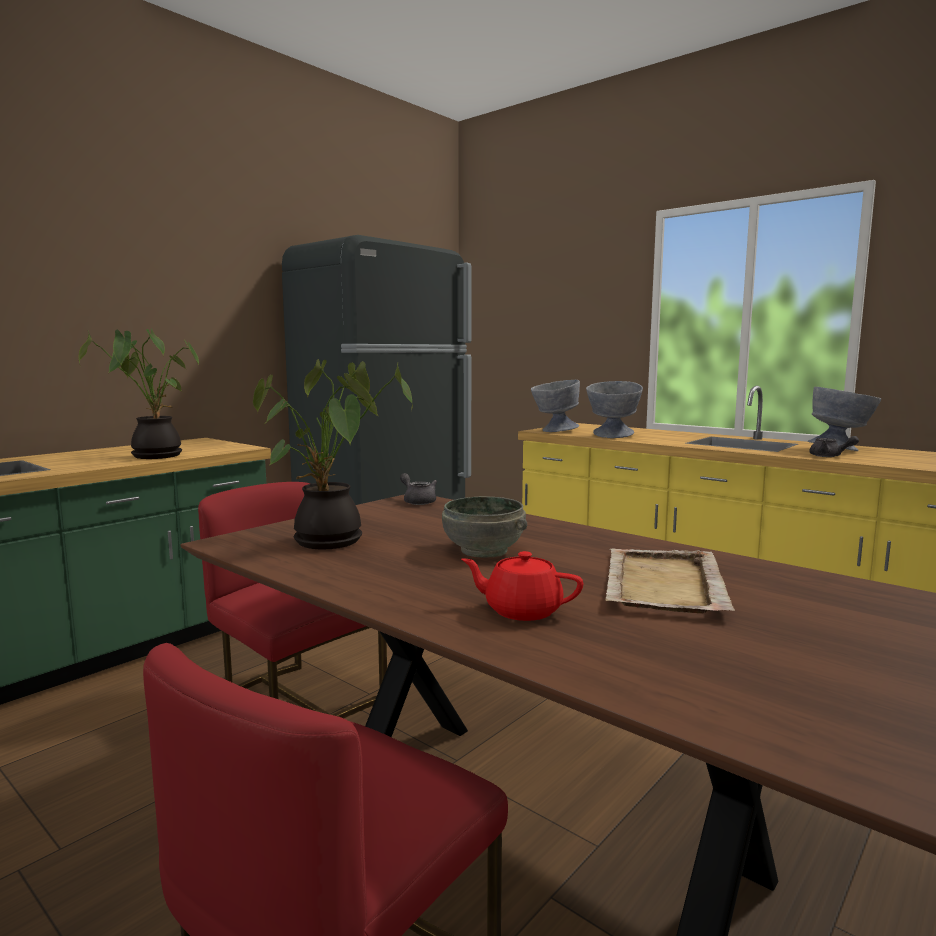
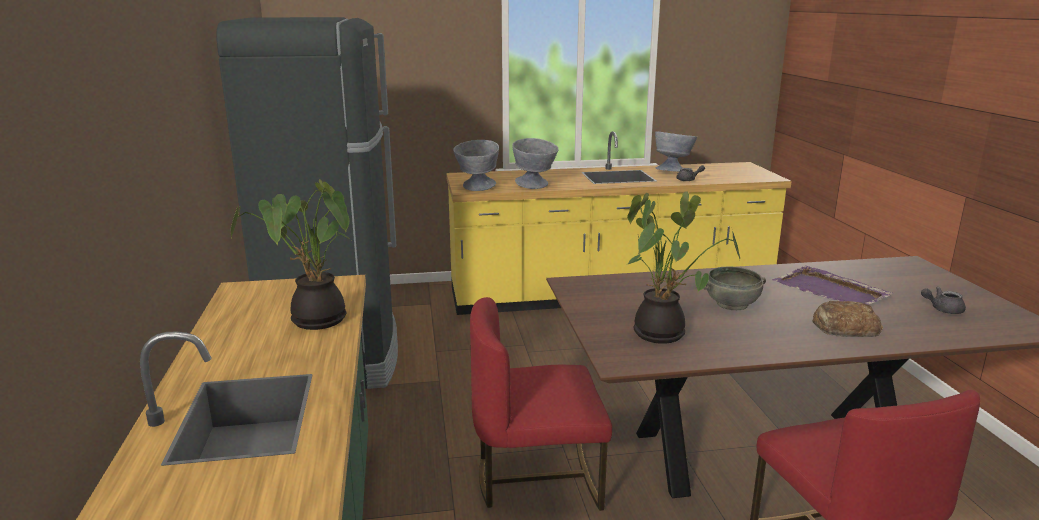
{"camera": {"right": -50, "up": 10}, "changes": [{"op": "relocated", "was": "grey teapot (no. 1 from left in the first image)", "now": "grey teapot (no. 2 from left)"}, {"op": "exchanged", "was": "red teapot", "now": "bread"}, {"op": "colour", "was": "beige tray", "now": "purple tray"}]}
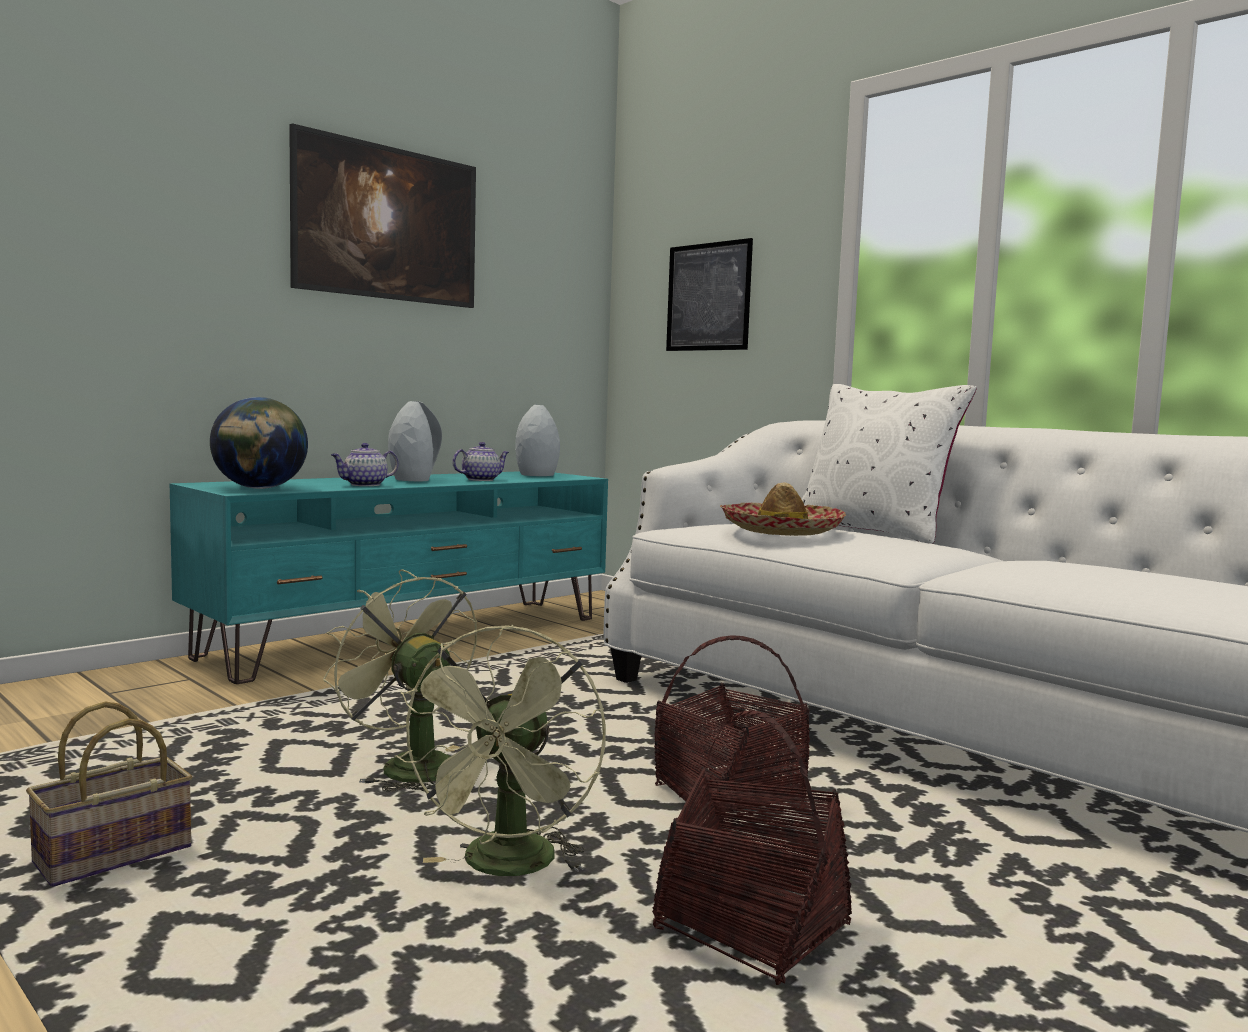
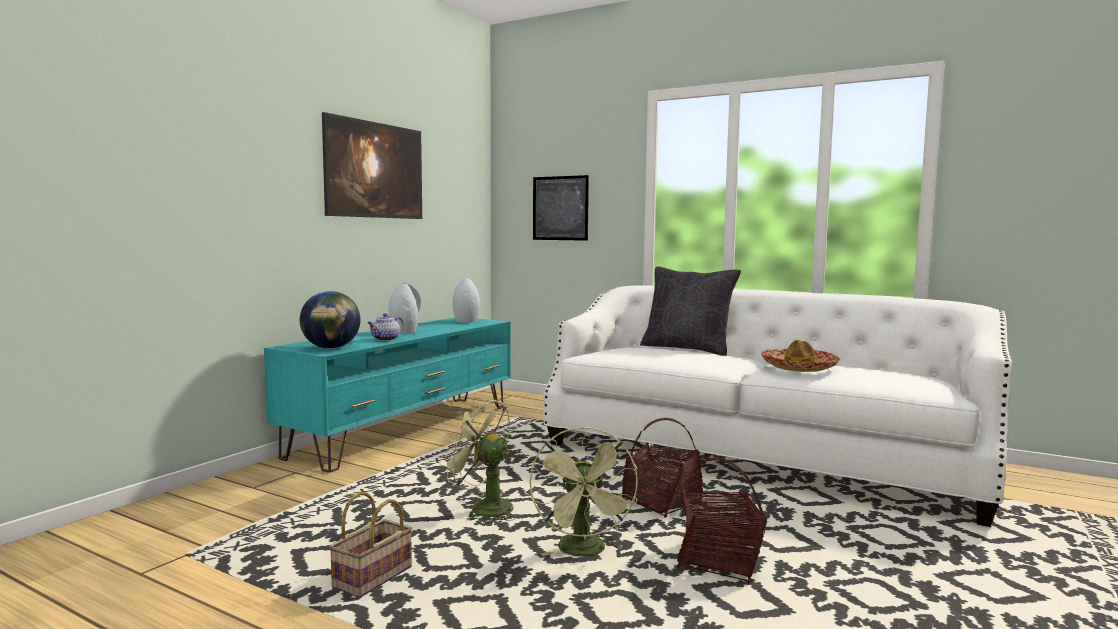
{"camera": {"right": -15, "up": 0}, "changes": [{"op": "missing", "was": "teapot (no. 2 from left)"}, {"op": "relocated", "was": "hat"}, {"op": "colour", "was": "white pillow", "now": "black pillow"}]}
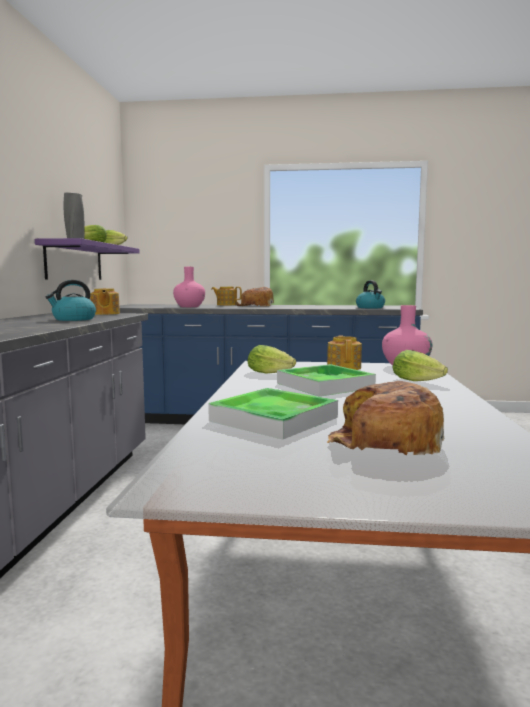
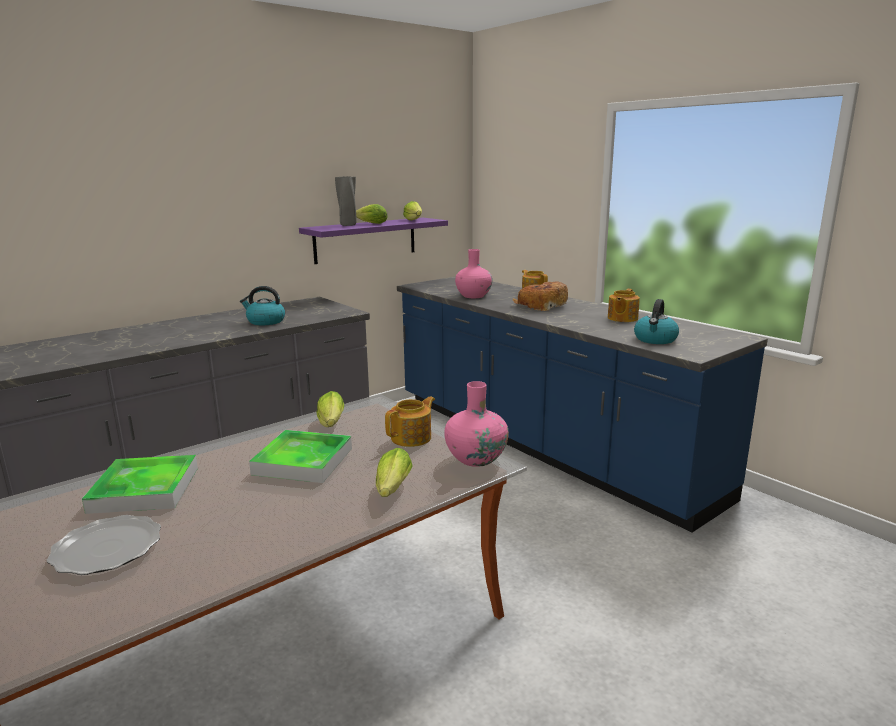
{"camera": {"right": 45, "up": 10}, "changes": [{"op": "relocated", "was": "teapot (no. 1 from left in the first image)", "now": "teapot (no. 3 from left)"}, {"op": "exchanged", "was": "bread (no. 2 from left)", "now": "plate"}]}
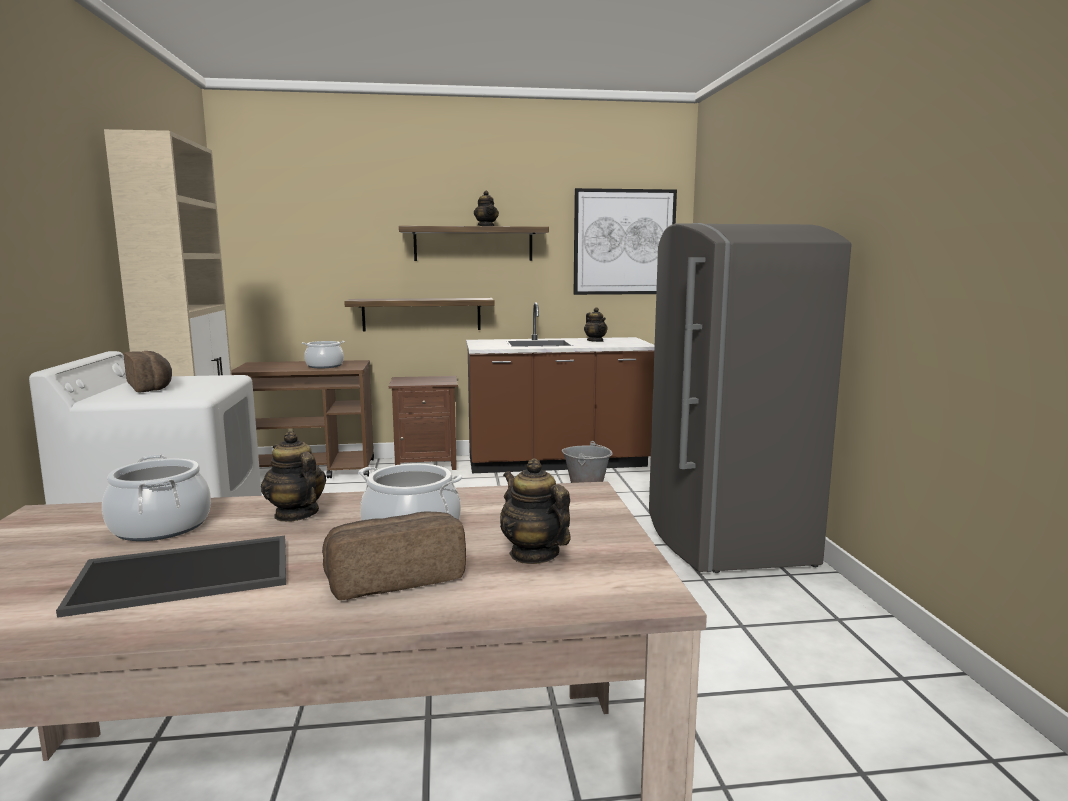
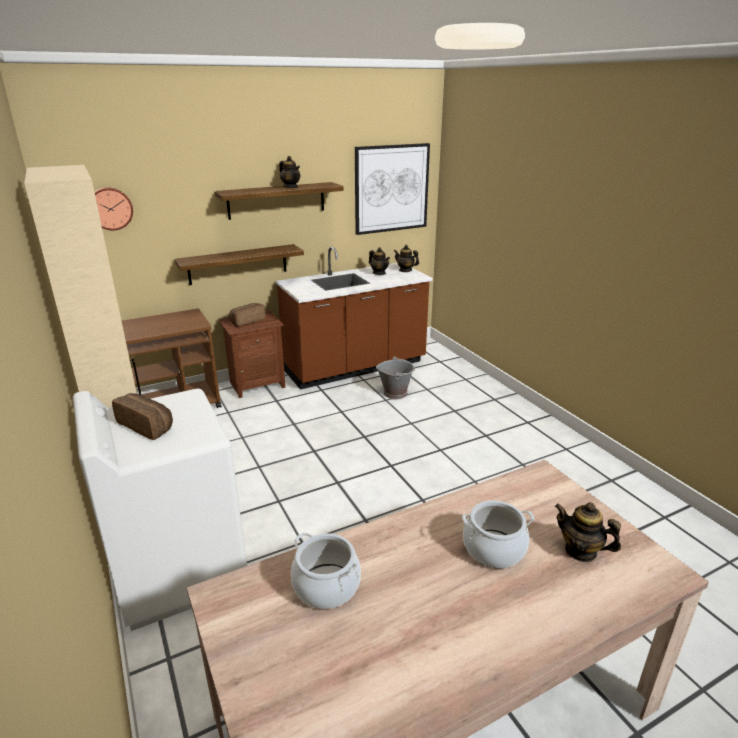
{"camera": {"right": -20, "up": 15}, "changes": [{"op": "missing", "was": "tray"}, {"op": "relocated", "was": "teapot (no. 1 from left in the first image)", "now": "teapot (no. 3 from left)"}, {"op": "missing", "was": "cooking pot (no. 2 from left)"}, {"op": "relocated", "was": "bread (no. 2 from left)"}, {"op": "missing", "was": "grey fridge"}, {"op": "appeared", "now": "wall clock"}]}
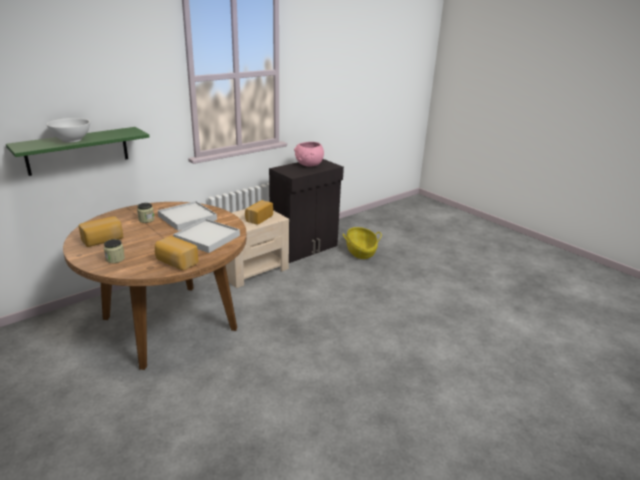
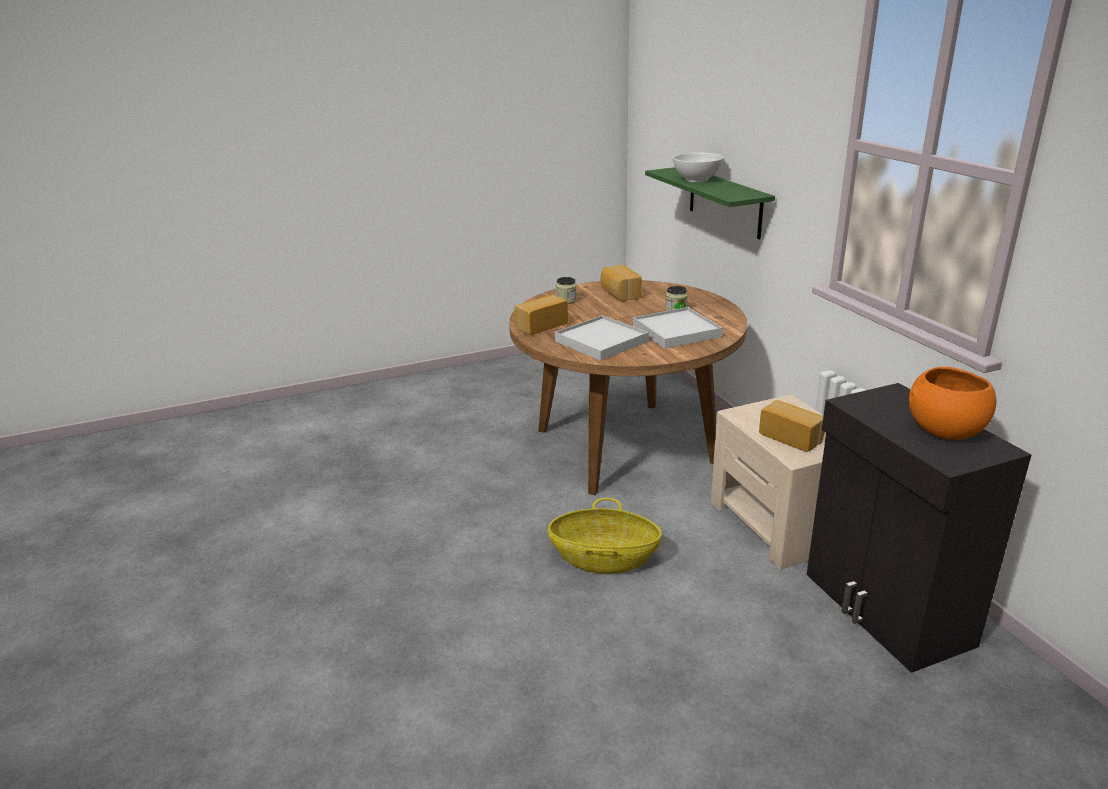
{"camera": {"right": 110, "up": 0}, "changes": [{"op": "colour", "was": "pink bowl", "now": "orange bowl"}, {"op": "relocated", "was": "basket"}]}
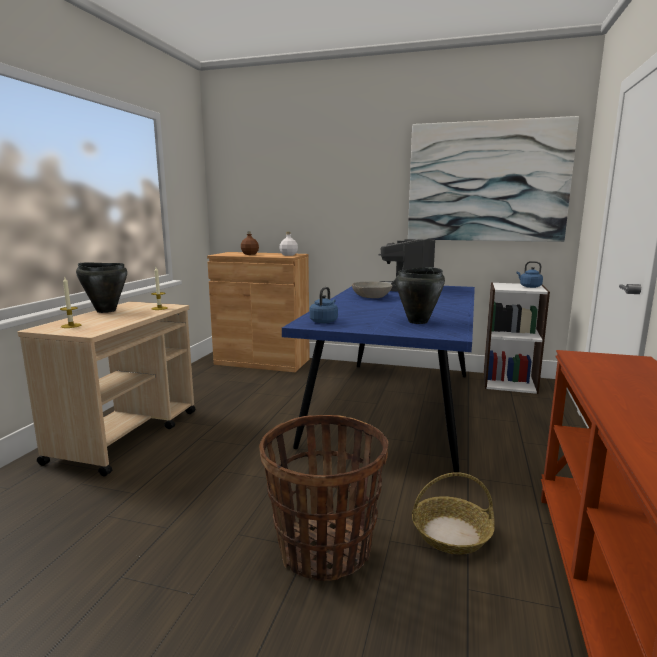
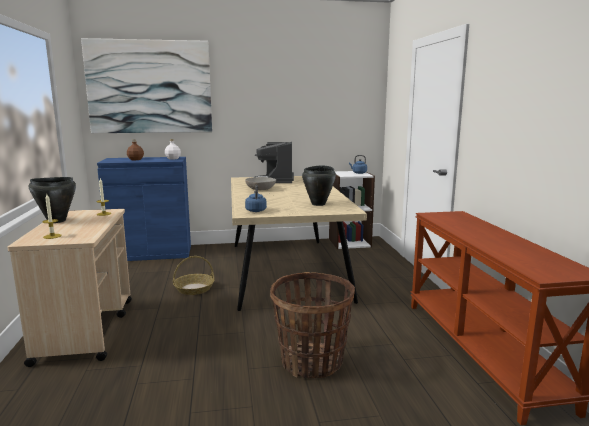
{"camera": {"right": -25, "up": 0}, "changes": [{"op": "colour", "was": "brown cabinet", "now": "blue cabinet"}, {"op": "colour", "was": "blue dining table", "now": "beige dining table"}, {"op": "relocated", "was": "picture"}, {"op": "relocated", "was": "basket (no. 2 from left in the first image)", "now": "basket (no. 1 from left)"}]}
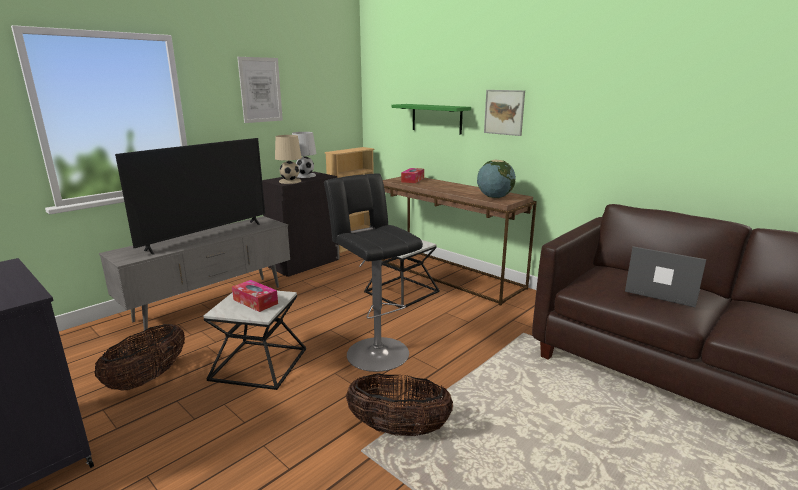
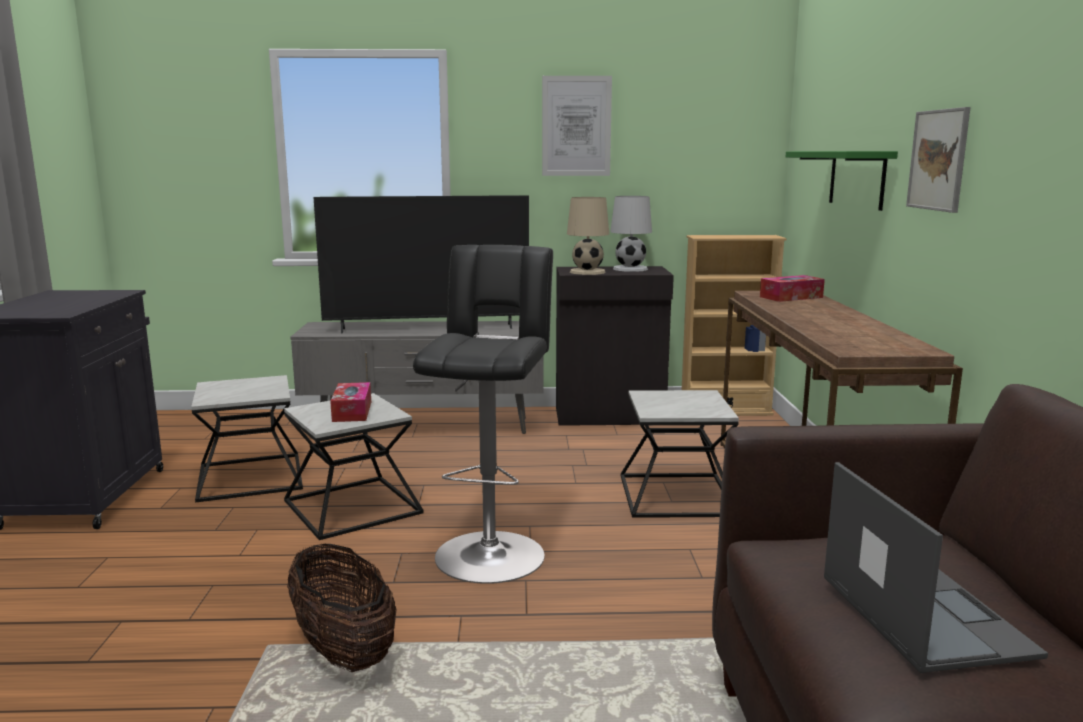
{"camera": {"right": 45, "up": -5}, "changes": [{"op": "exchanged", "was": "basket (no. 1 from left)", "now": "side table (no. 1 from left)"}, {"op": "missing", "was": "globe"}]}
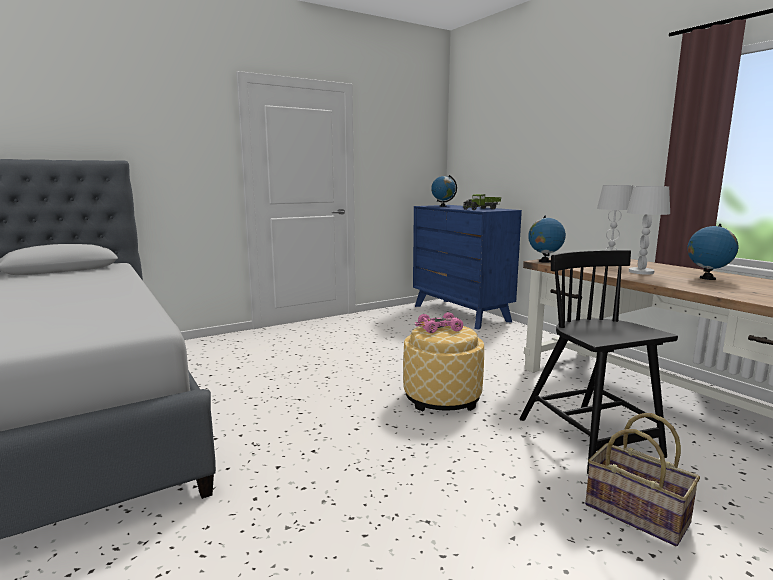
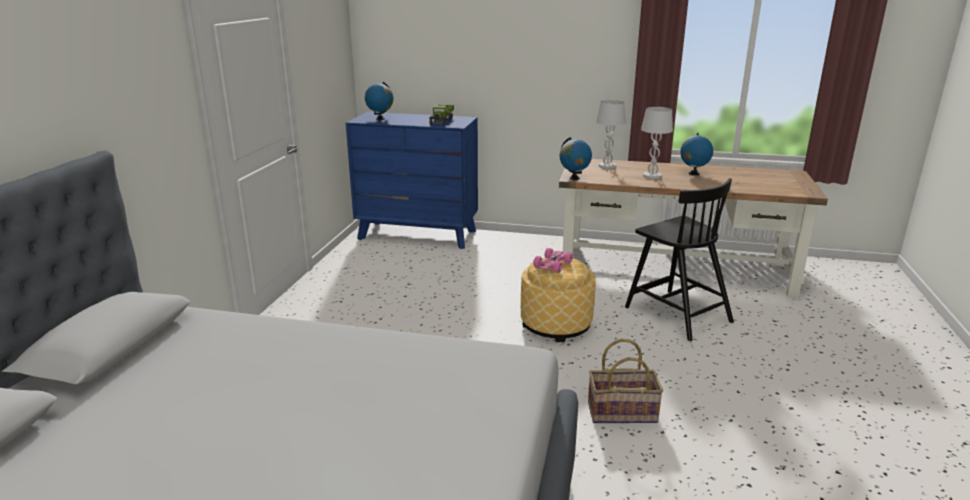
{"camera": {"right": -45, "up": 10}, "changes": [{"op": "spun", "was": "black chair", "clockwise": -150}, {"op": "relocated", "was": "basket"}]}
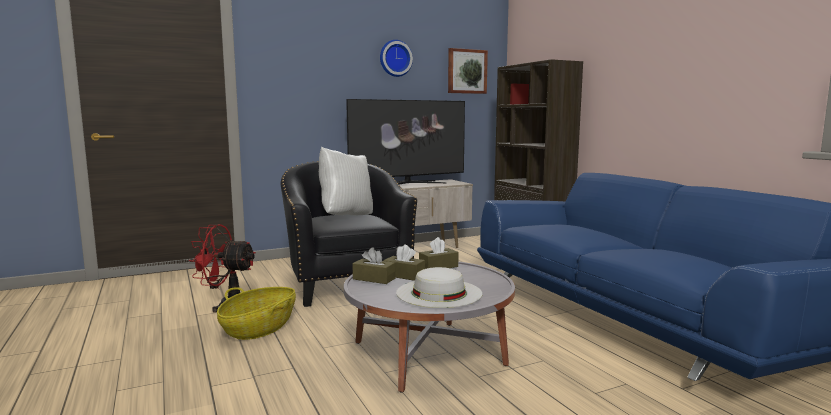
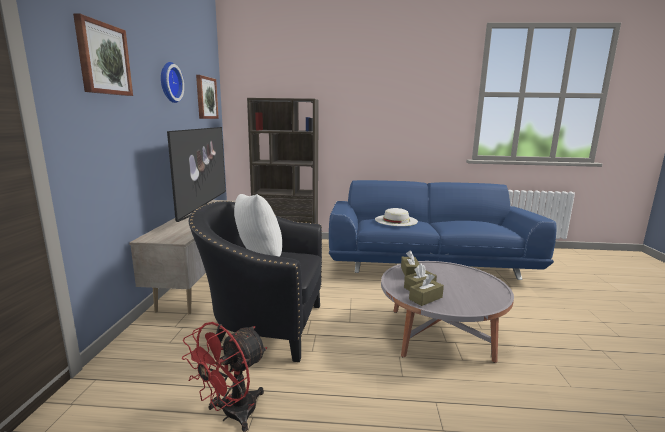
{"camera": {"right": -60, "up": 5}, "changes": [{"op": "missing", "was": "basket"}, {"op": "relocated", "was": "white hat"}, {"op": "appeared", "now": "picture (no. 1 from left)"}]}
